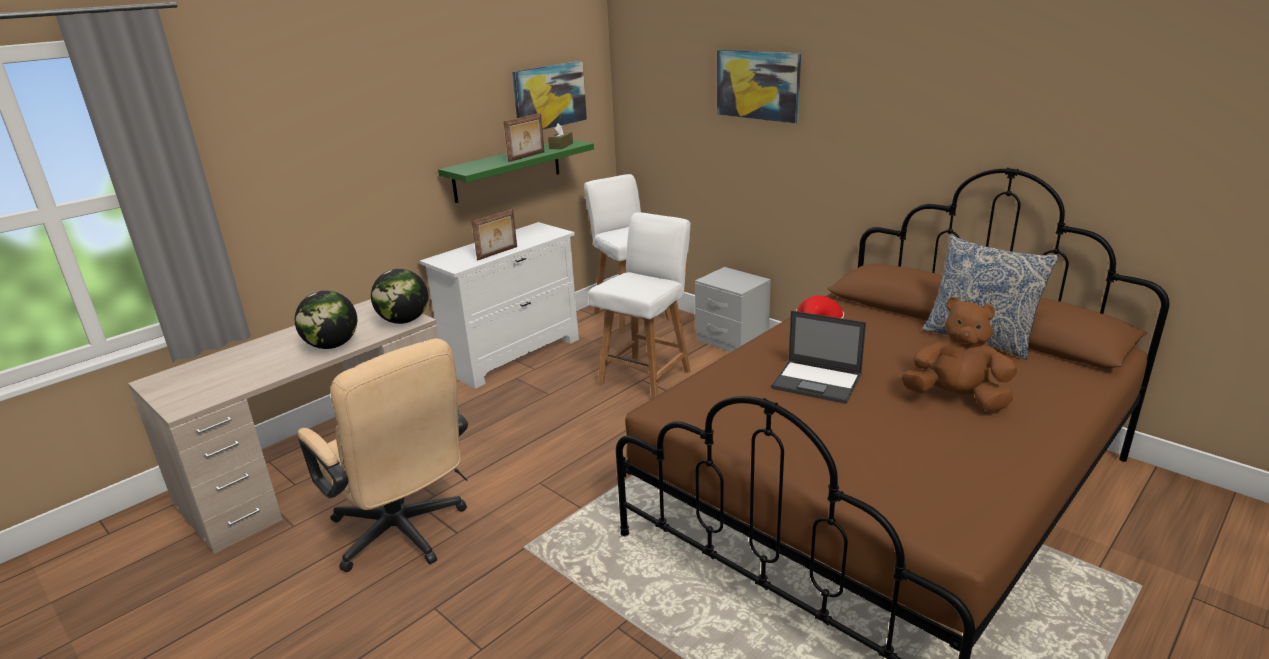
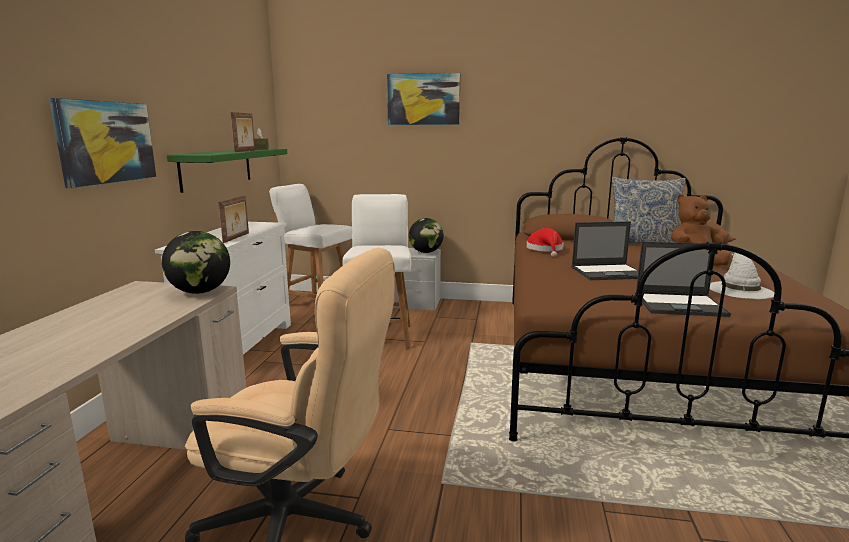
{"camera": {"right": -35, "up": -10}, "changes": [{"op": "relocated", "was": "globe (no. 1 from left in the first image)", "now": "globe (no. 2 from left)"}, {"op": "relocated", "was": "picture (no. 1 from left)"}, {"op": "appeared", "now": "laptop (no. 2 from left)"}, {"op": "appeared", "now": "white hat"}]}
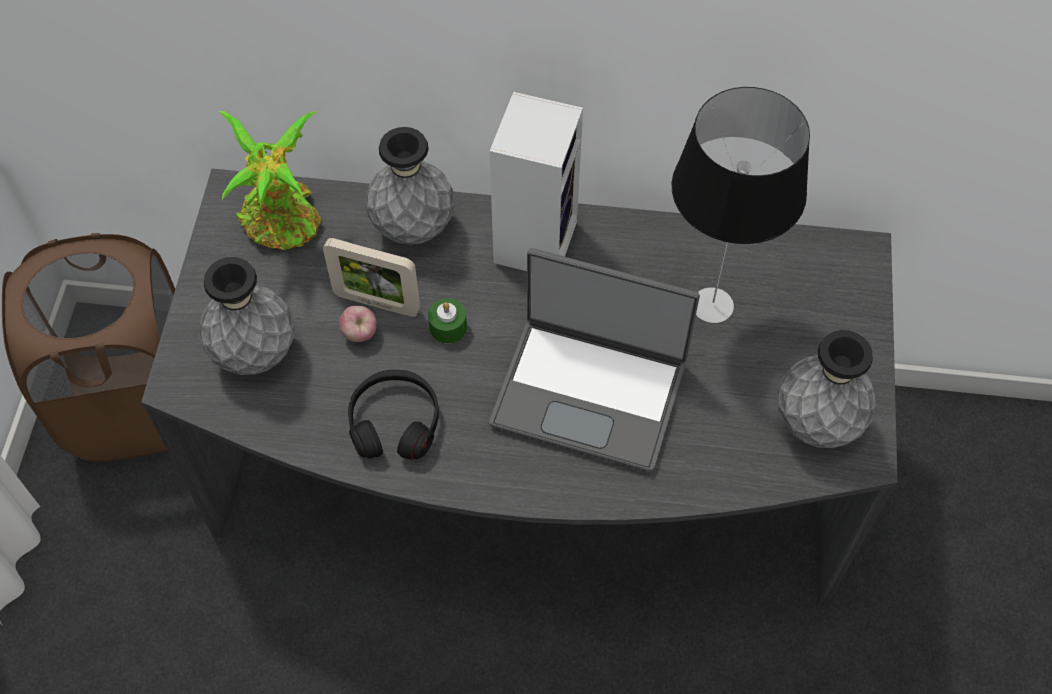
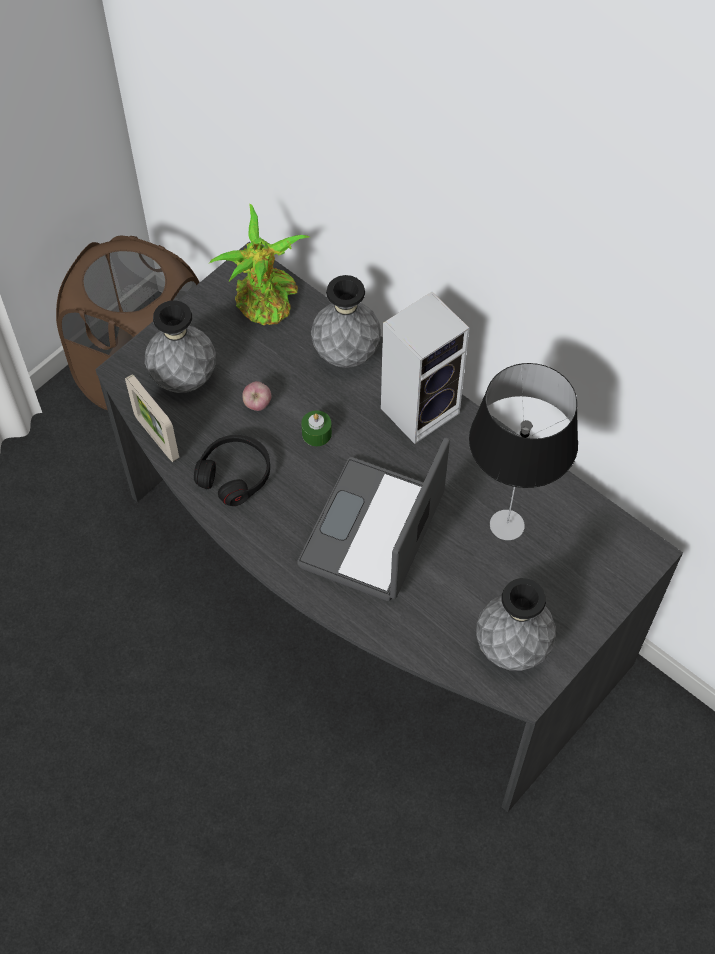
{"camera": {"right": 35, "up": 0}, "changes": [{"op": "relocated", "was": "picture frame"}, {"op": "spun", "was": "laptop", "clockwise": 60}]}
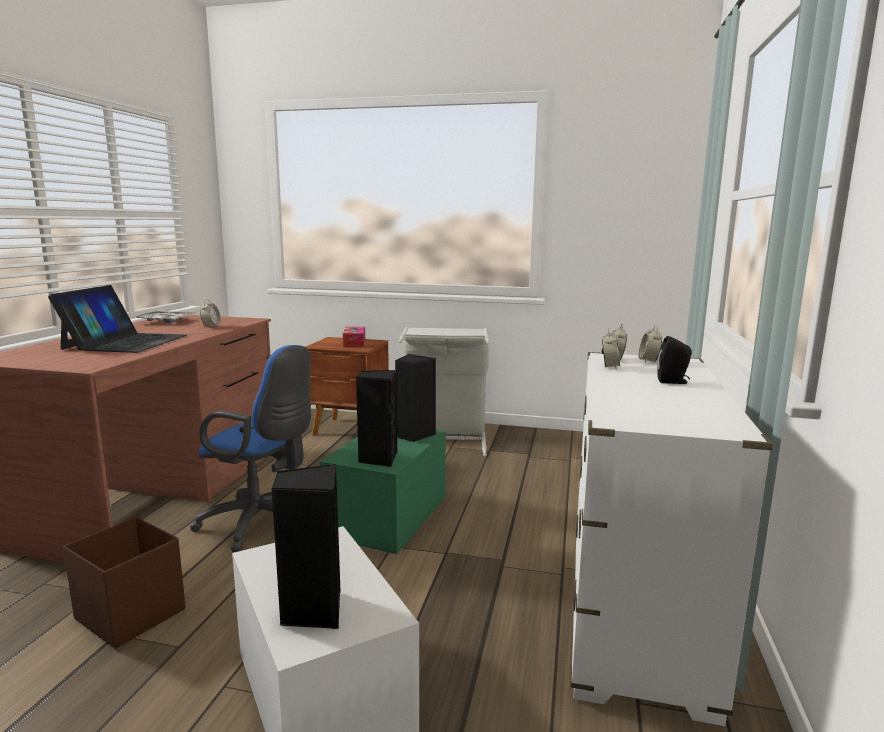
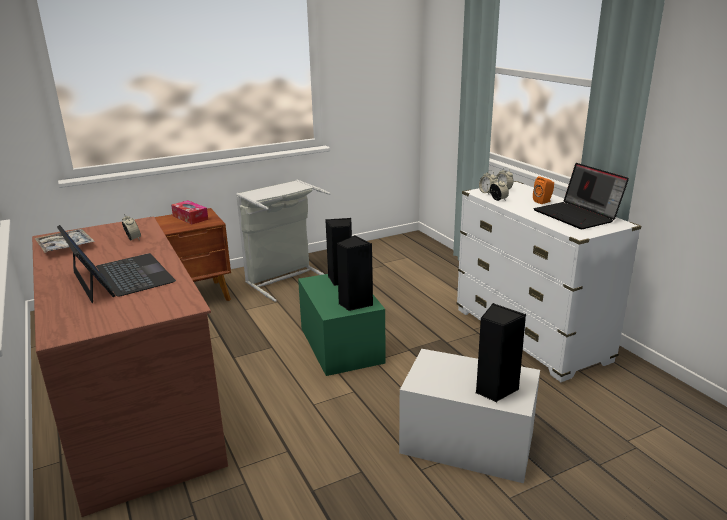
{"camera": {"right": -40, "up": 10}, "changes": [{"op": "missing", "was": "brown storage box"}, {"op": "missing", "was": "blue office chair"}, {"op": "colour", "was": "black speaker (no. 4 from left)", "now": "orange speaker"}, {"op": "appeared", "now": "laptop (no. 2 from left)"}]}
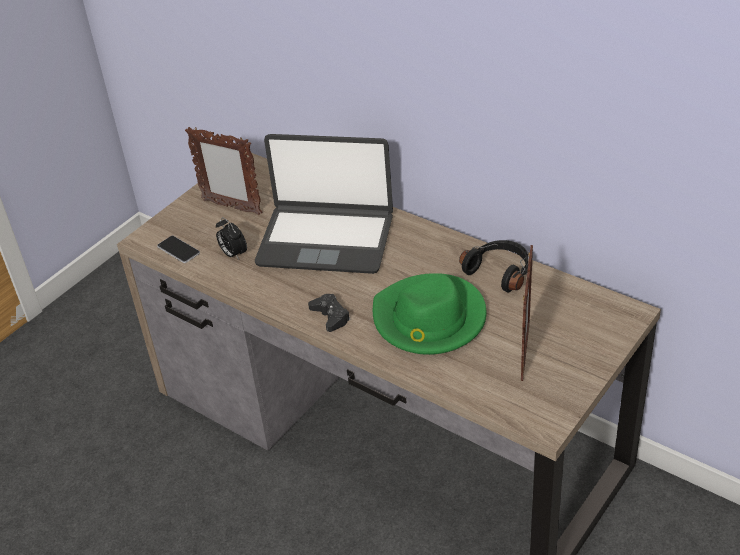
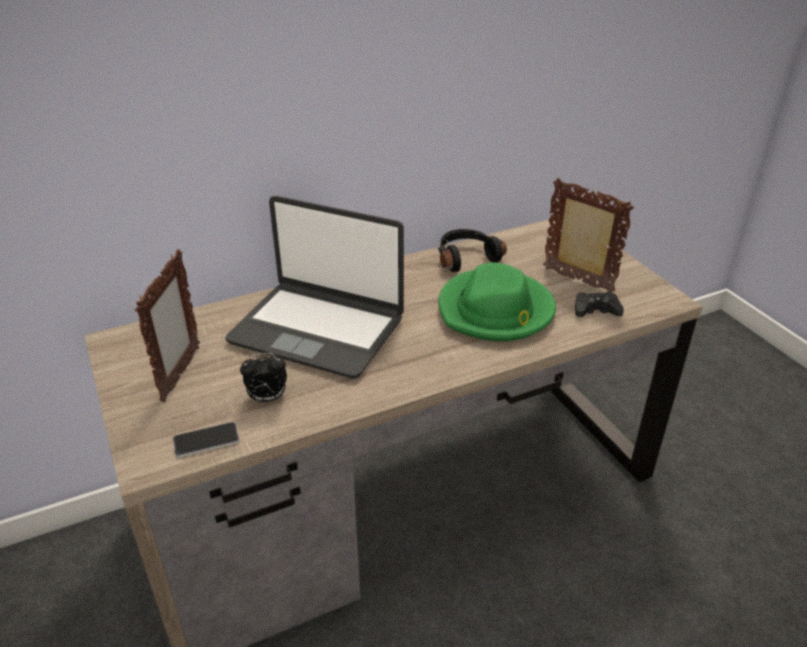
{"camera": {"right": -65, "up": -5}, "changes": [{"op": "spun", "was": "picture frame (no. 1 from left)", "clockwise": -45}, {"op": "spun", "was": "laptop", "clockwise": 75}, {"op": "relocated", "was": "black game controller"}]}
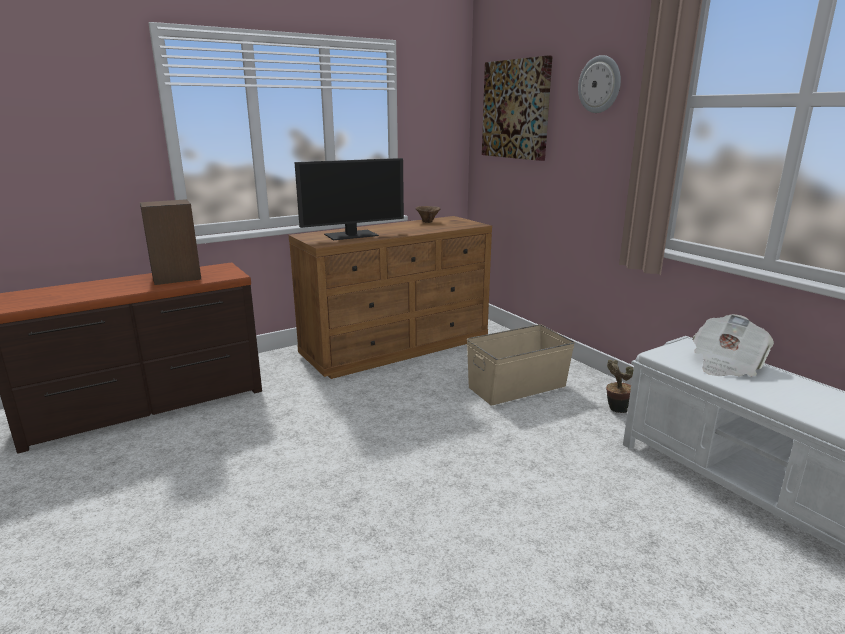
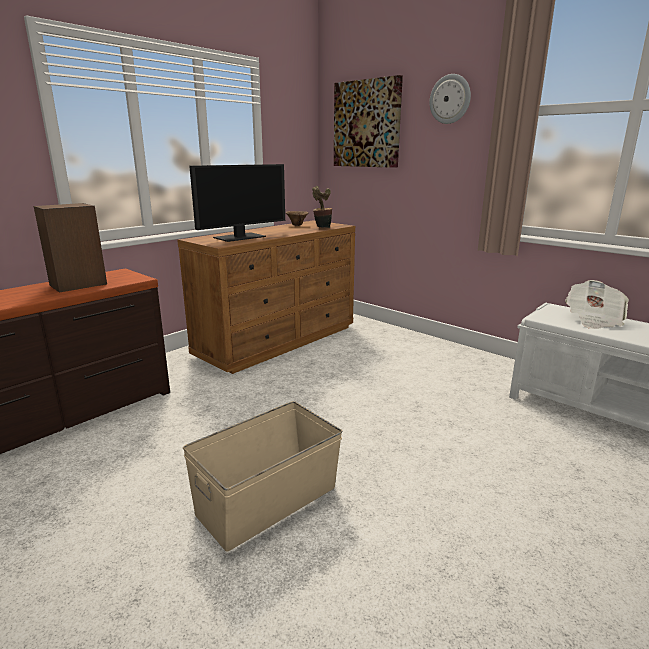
{"camera": {"right": -15, "up": 0}, "changes": [{"op": "relocated", "was": "beige storage box"}, {"op": "relocated", "was": "potted plant"}]}
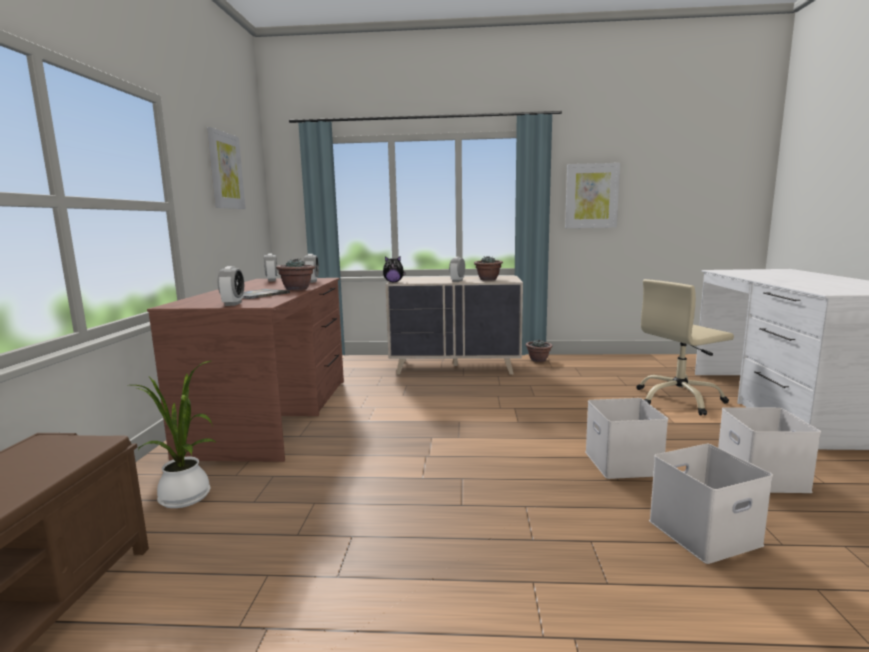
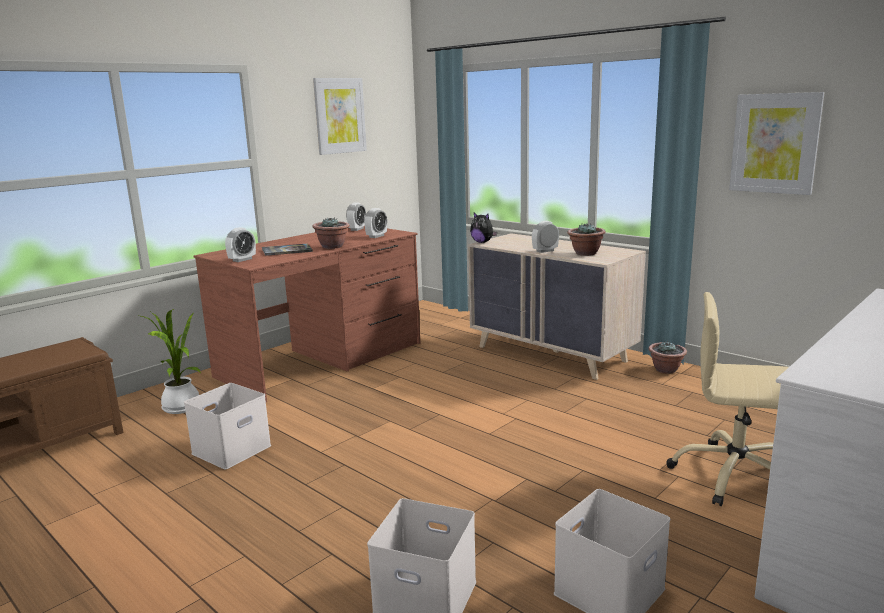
{"camera": {"right": 40, "up": 5}, "changes": [{"op": "relocated", "was": "white storage box (no. 1 from left)"}]}
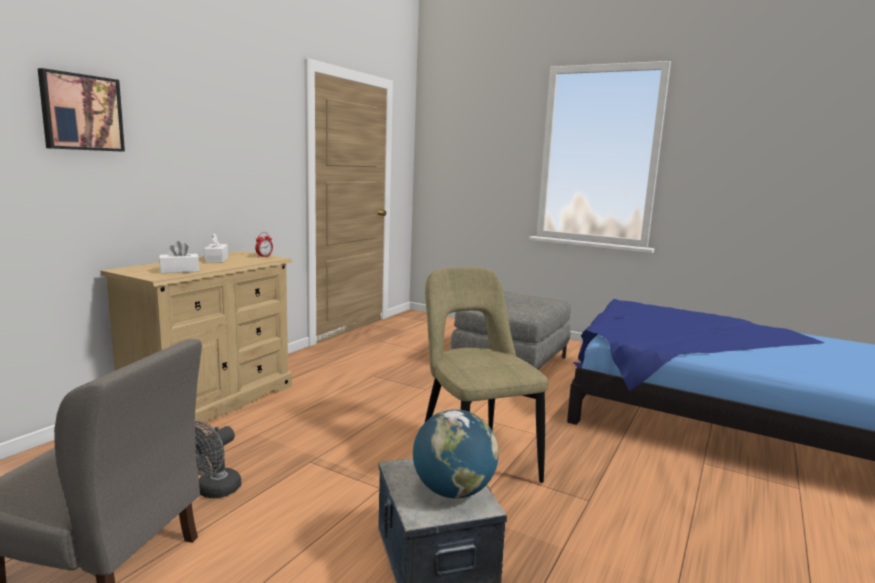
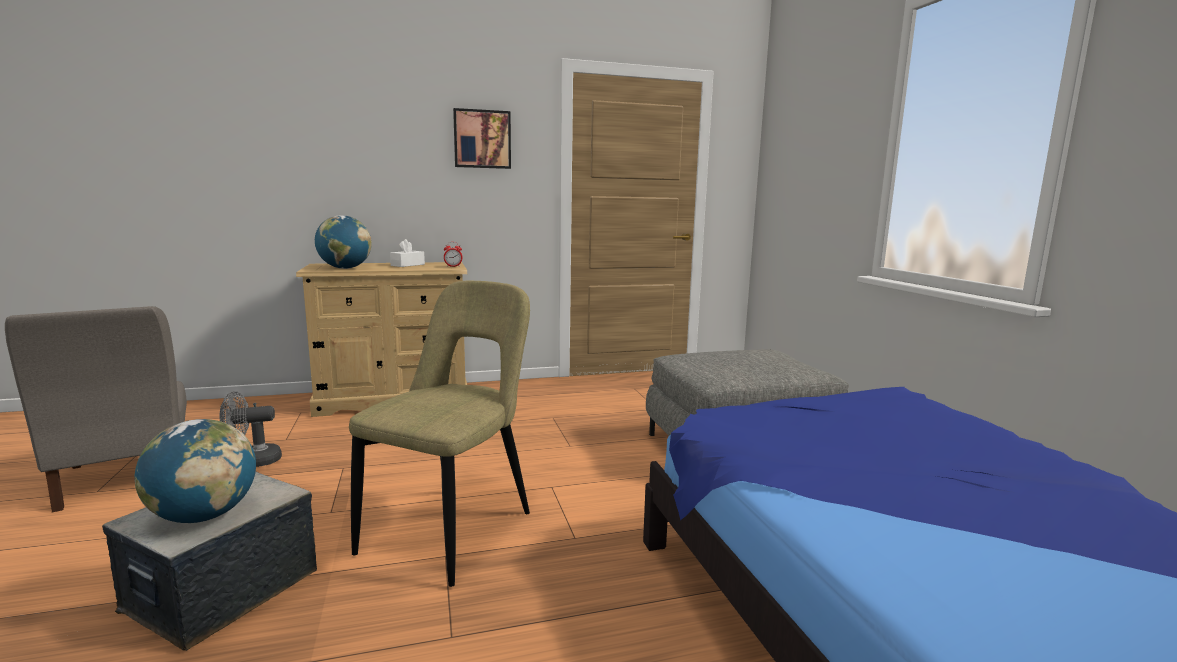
{"camera": {"right": 45, "up": 0}, "changes": [{"op": "relocated", "was": "picture"}, {"op": "exchanged", "was": "white tissue box (no. 1 from left)", "now": "globe (no. 2 from left)"}]}
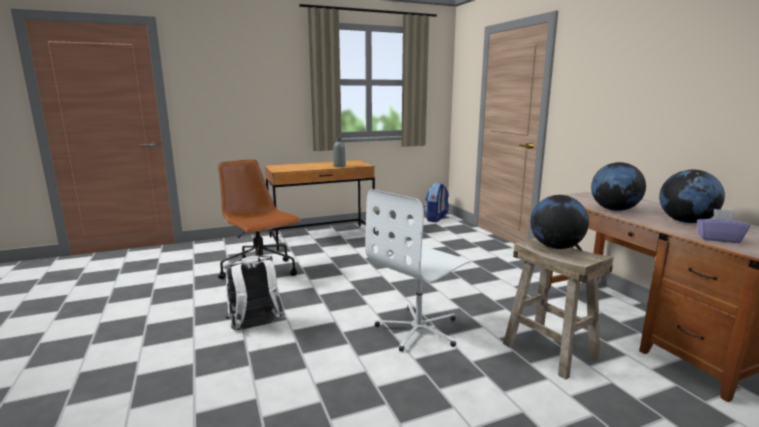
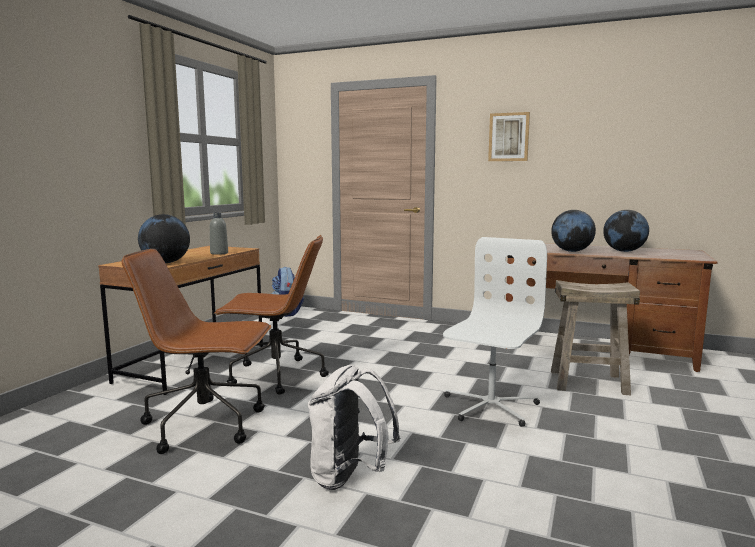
{"camera": {"right": -45, "up": -5}, "changes": [{"op": "spun", "was": "white office chair", "clockwise": -150}, {"op": "relocated", "was": "globe (no. 1 from left)"}, {"op": "missing", "was": "purple tissue box"}, {"op": "appeared", "now": "brown office chair (no. 2 from left)"}, {"op": "appeared", "now": "picture"}]}
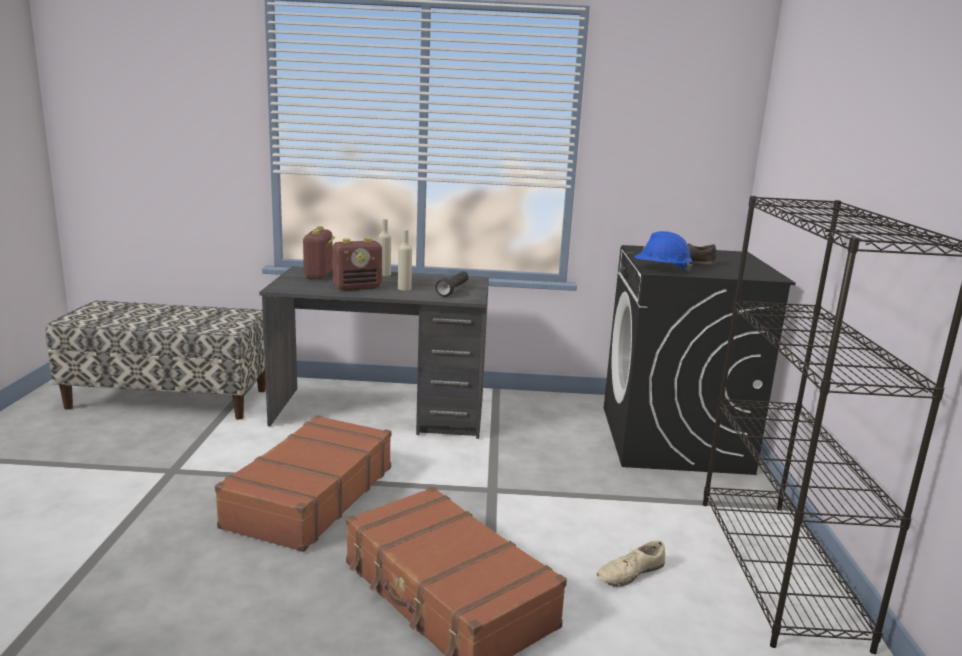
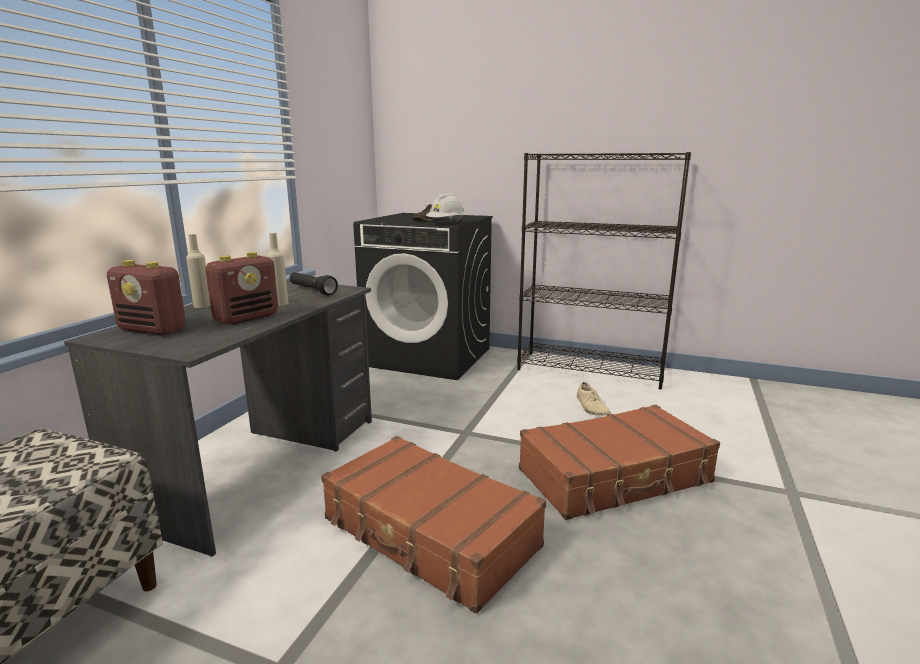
{"camera": {"right": -70, "up": 0}, "changes": [{"op": "spun", "was": "radio (no. 2 from left)", "clockwise": 45}, {"op": "colour", "was": "blue hard hat", "now": "white hard hat"}]}
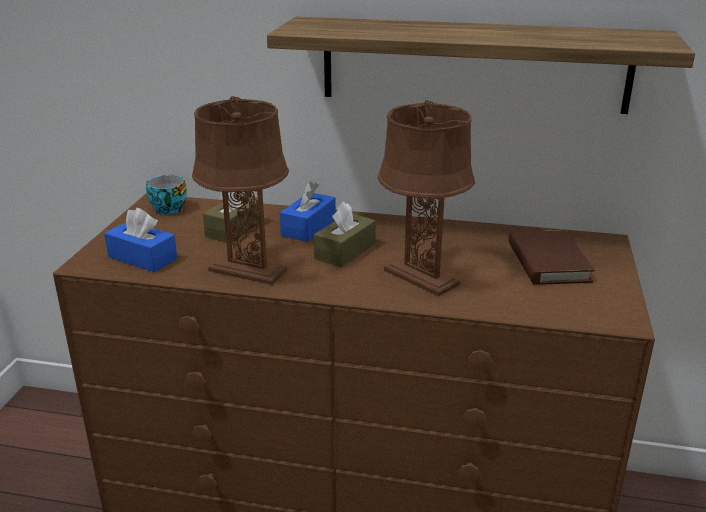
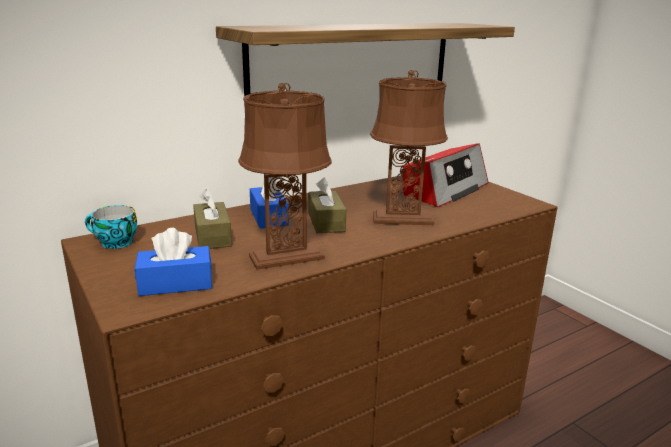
{"camera": {"right": -45, "up": -5}, "changes": [{"op": "exchanged", "was": "brown book", "now": "radio"}]}
